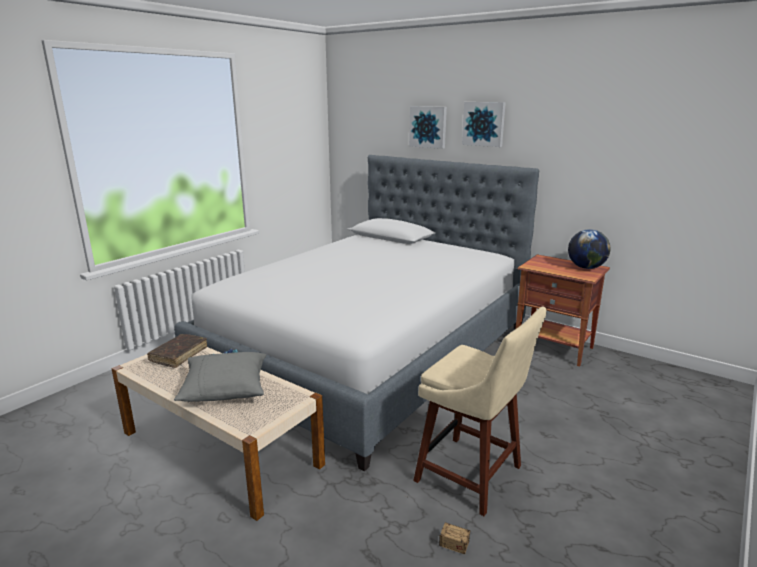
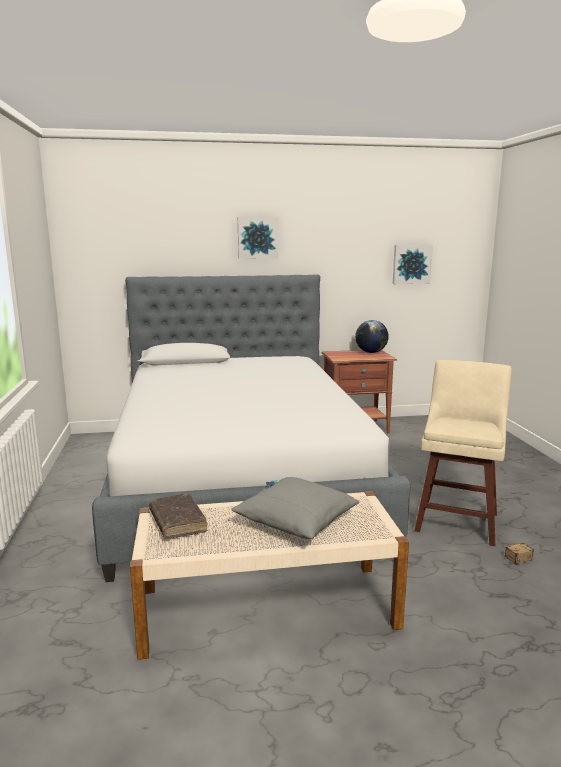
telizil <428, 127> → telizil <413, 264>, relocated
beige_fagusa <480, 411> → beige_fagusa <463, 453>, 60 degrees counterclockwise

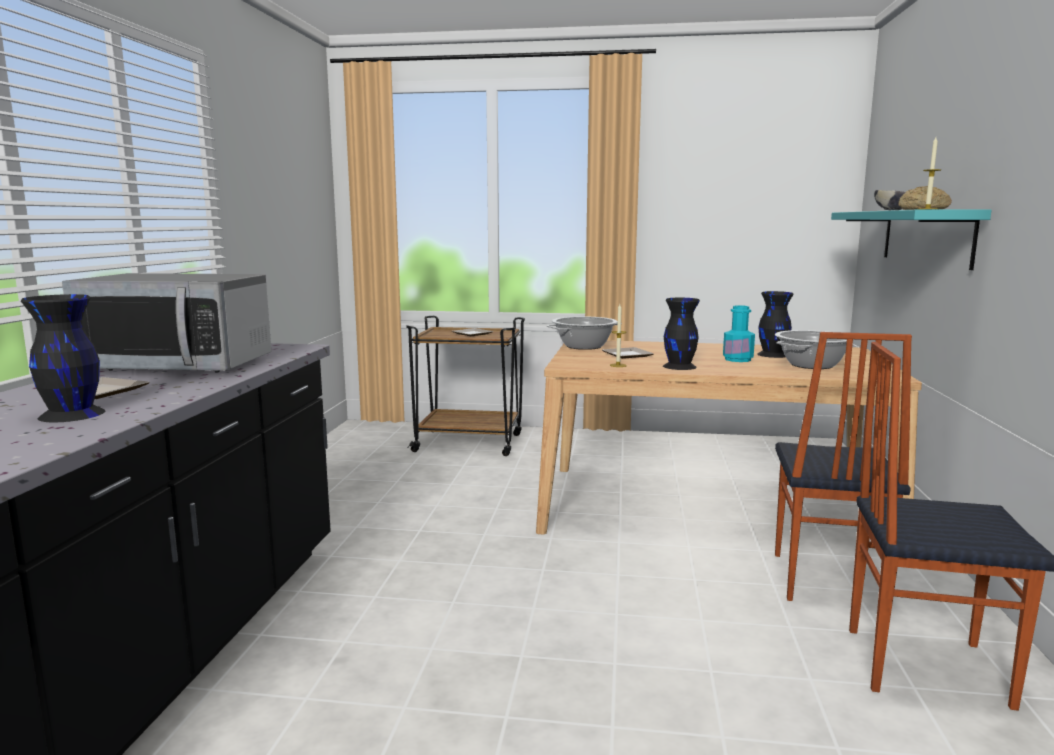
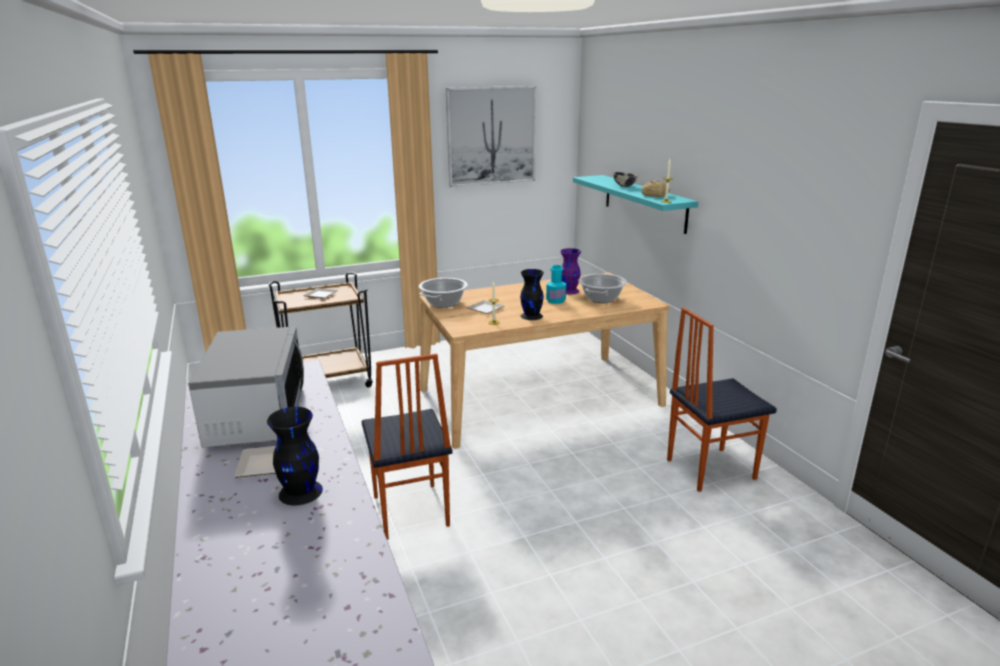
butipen <166, 322> → butipen <246, 387>, 75 degrees counterclockwise
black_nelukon <775, 324> → purple_nelukon <570, 271>
fagusa <843, 466> → fagusa <406, 447>, relocated
- → telizil <491, 136>

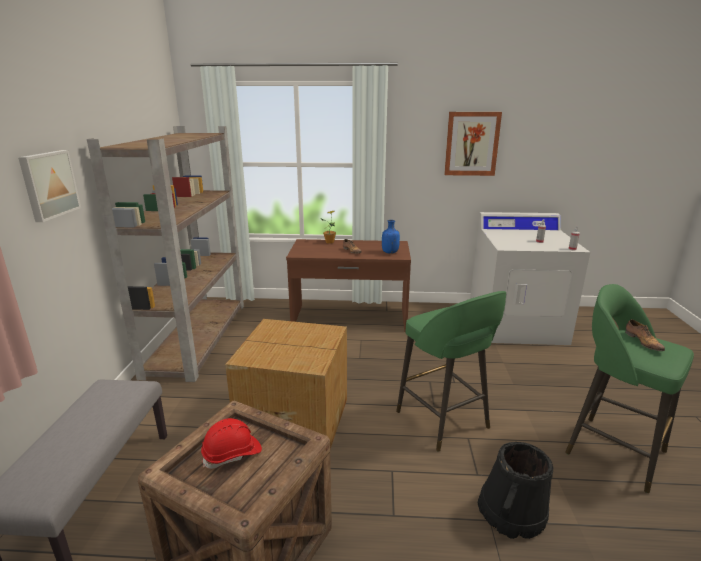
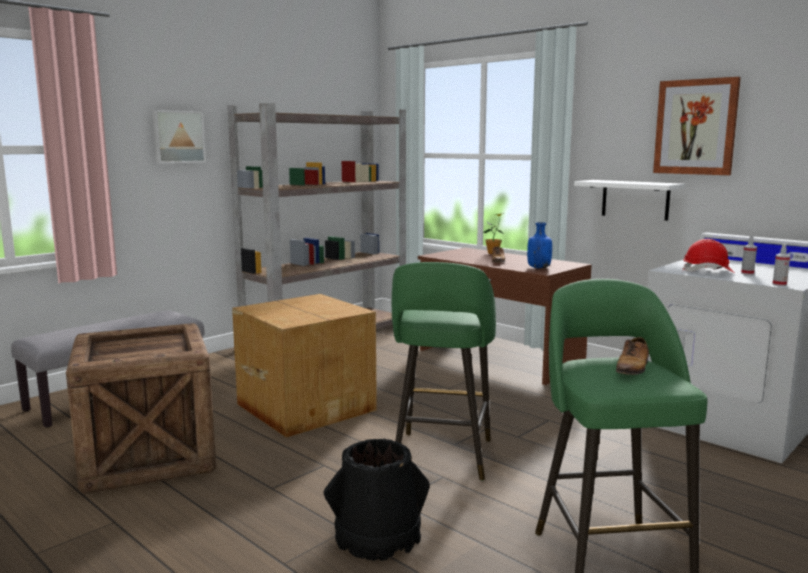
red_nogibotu <231, 443> → red_nogibotu <709, 256>, relocated
- → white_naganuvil <629, 200>

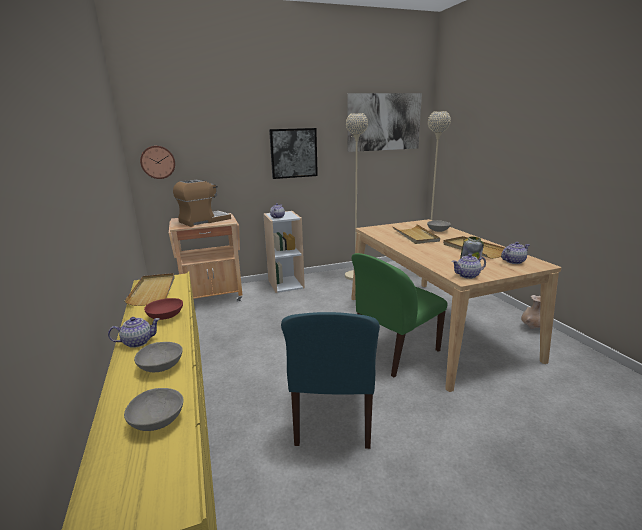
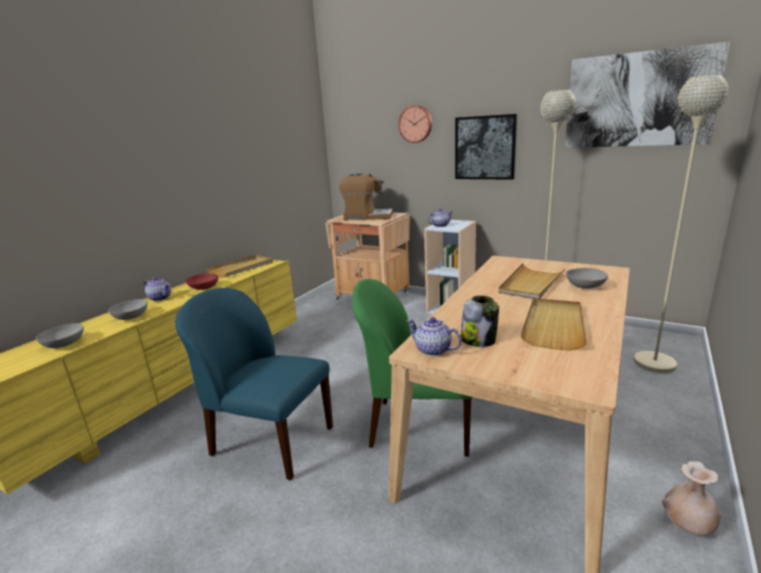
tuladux <157, 162> → tuladux <415, 124>, relocated
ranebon <515, 253> → -
blue_fagusa <330, 380> → blue_fagusa <254, 384>, 60 degrees clockwise

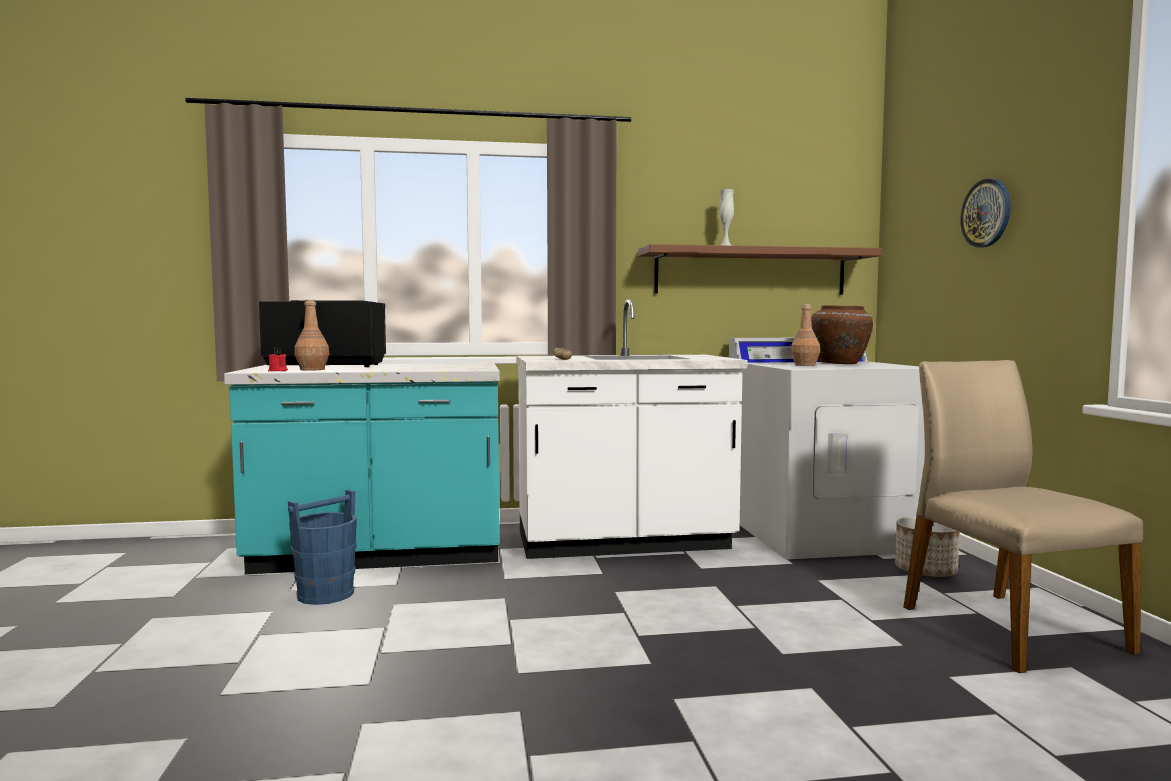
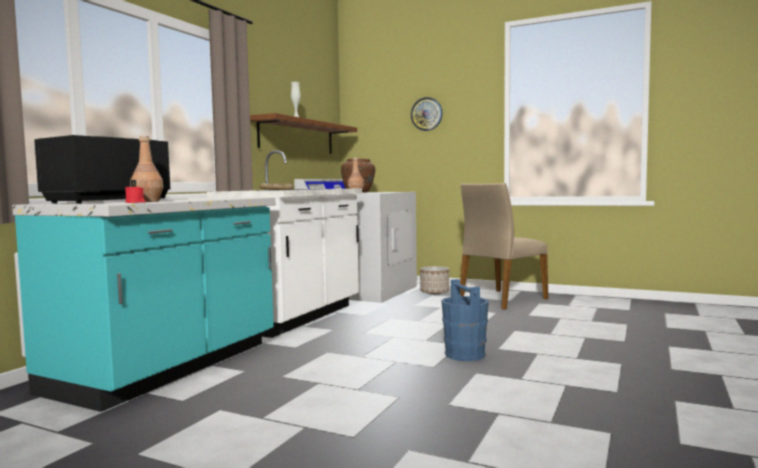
beige_fagusa <1023, 516> → beige_fagusa <504, 246>, 60 degrees counterclockwise
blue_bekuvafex <322, 547> → blue_bekuvafex <465, 320>, relocated

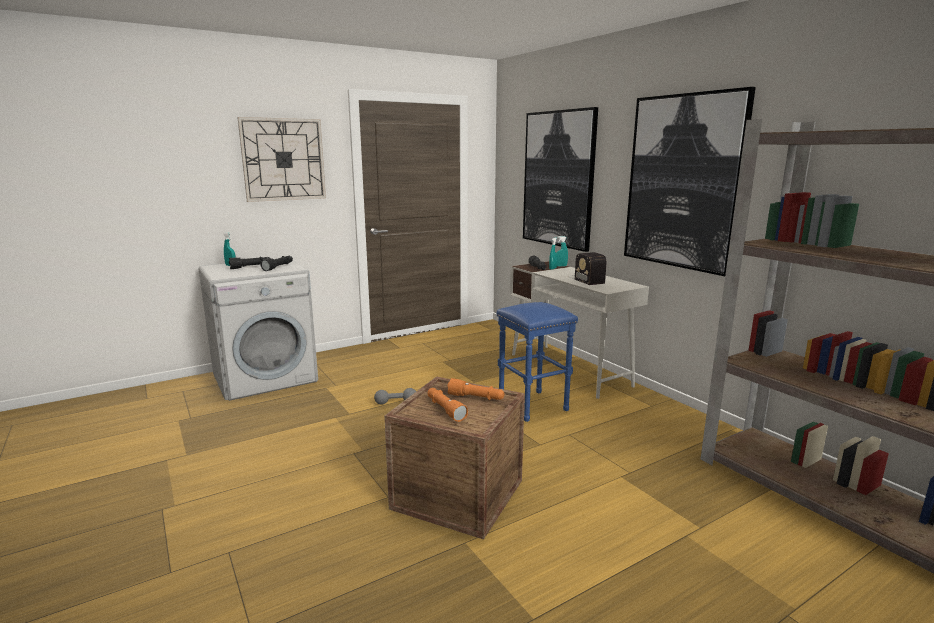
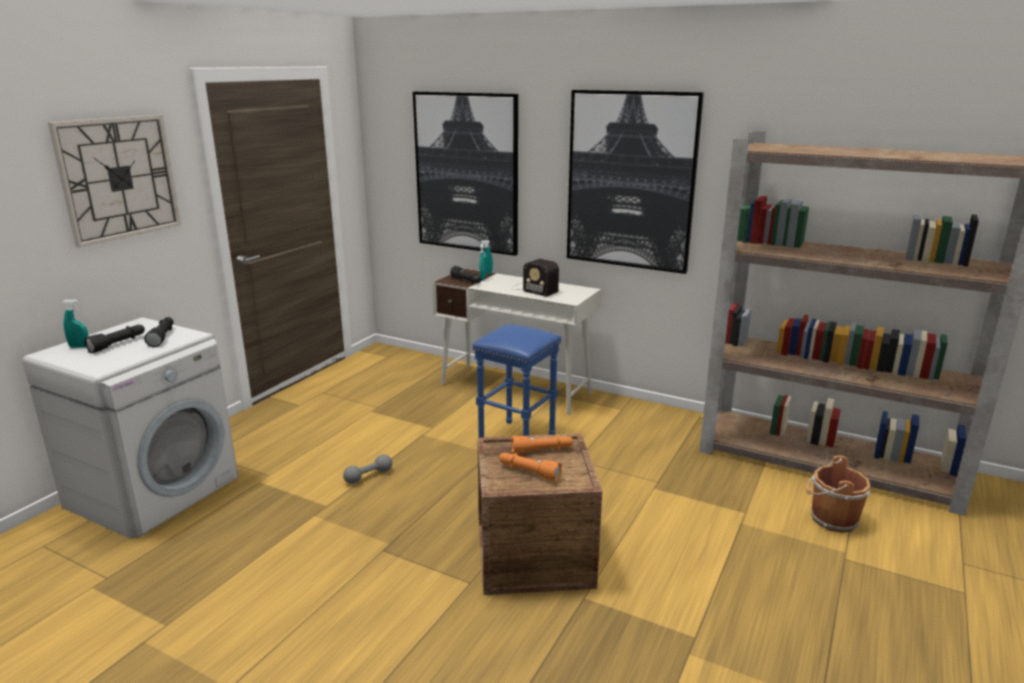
- → brown_bekuvafex <838, 494>

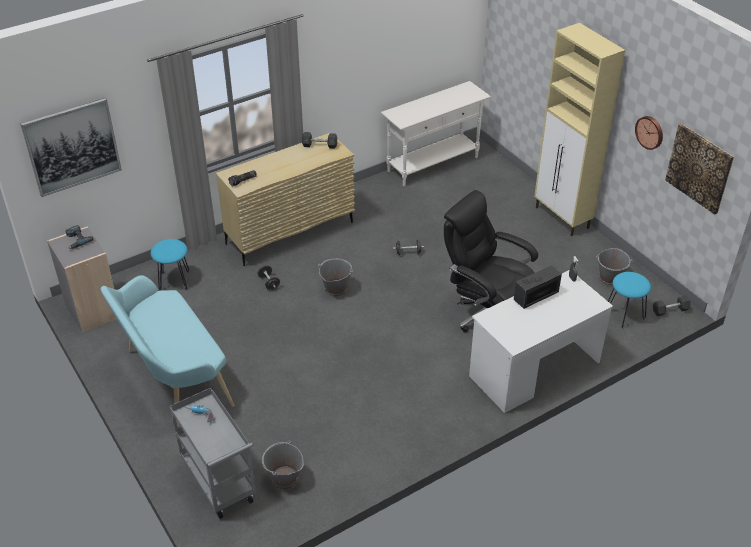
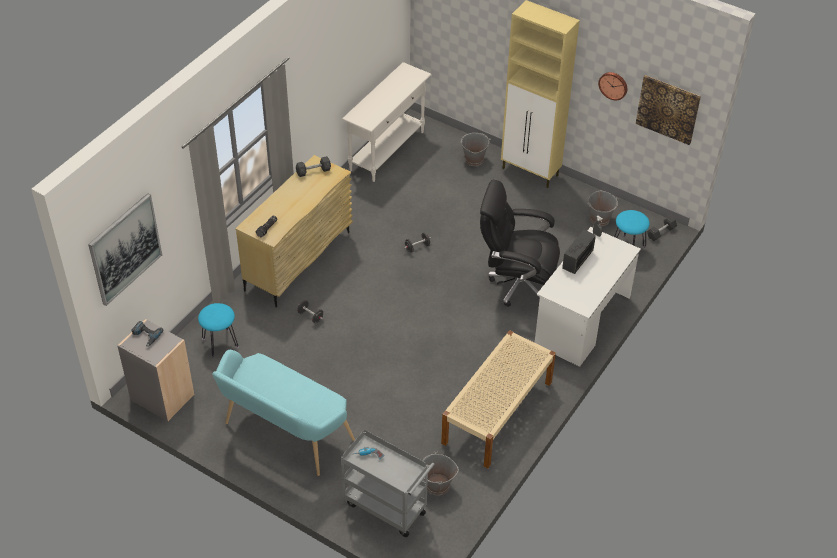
grey_bekuvafex <335, 278> → grey_bekuvafex <475, 149>, relocated
- → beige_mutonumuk <498, 399>

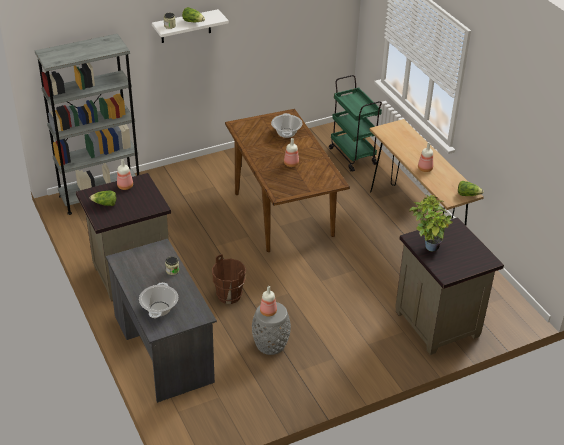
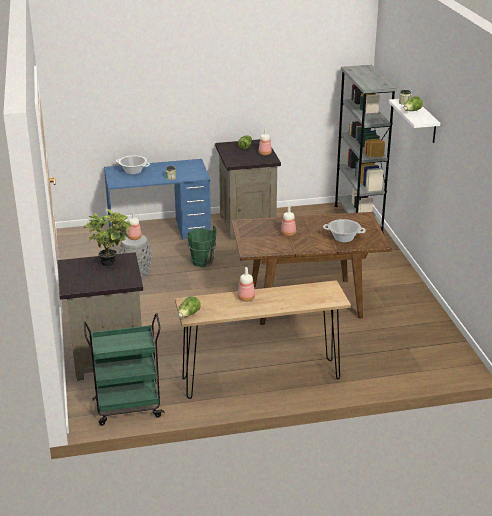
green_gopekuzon <355, 123> → green_gopekuzon <124, 369>, relocated
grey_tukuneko <161, 321> → blue_tukuneko <157, 203>
brown_bekuvafex <229, 279> → green_bekuvafex <202, 246>

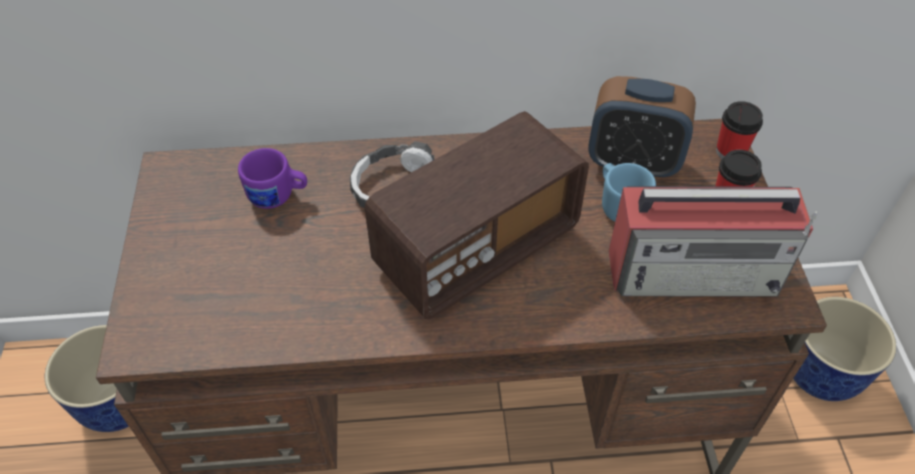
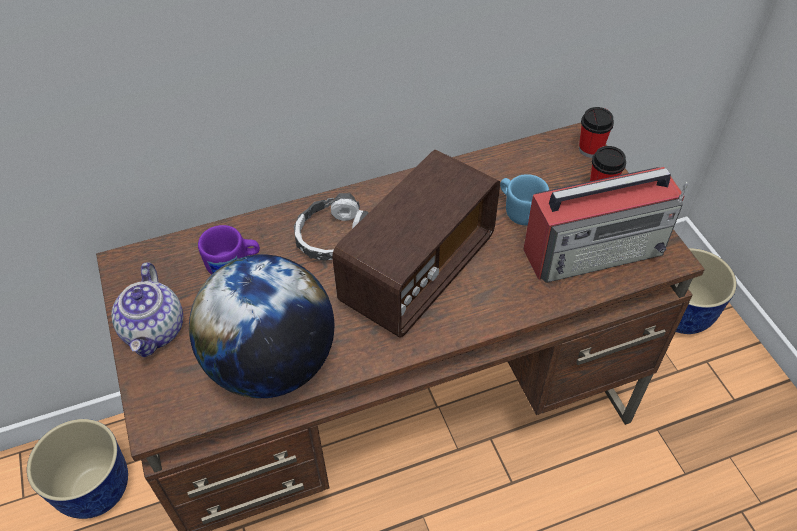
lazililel <642, 127> → -
- → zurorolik <261, 326>
- → ranebon <147, 309>

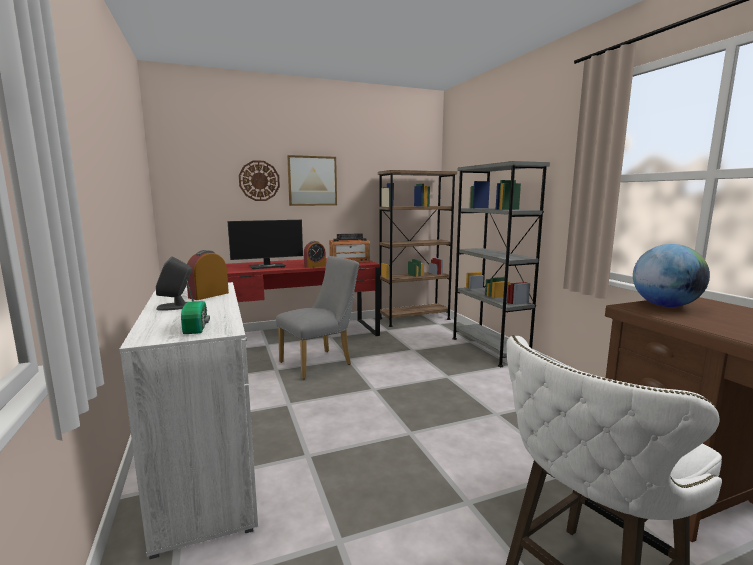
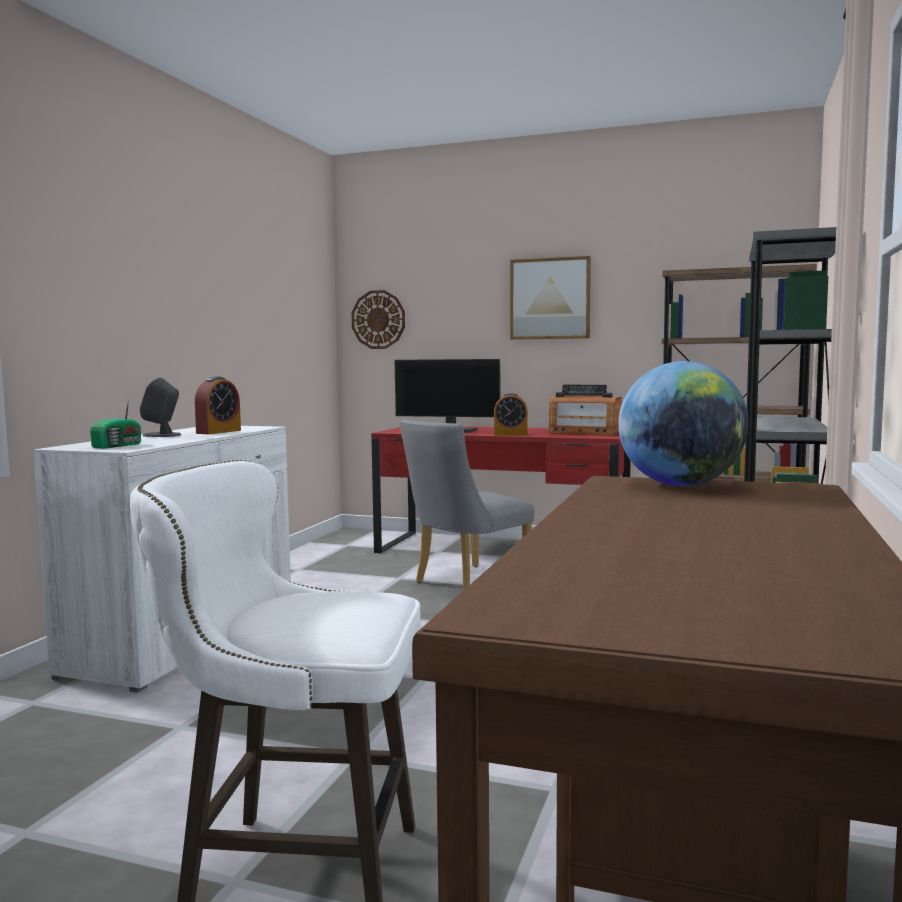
tuladux <259, 180> → tuladux <378, 319>, relocated
lazililel <208, 275> → lazililel <217, 405>, 135 degrees clockwise
grey_fagusa <317, 317> → grey_fagusa <466, 505>, 135 degrees clockwise

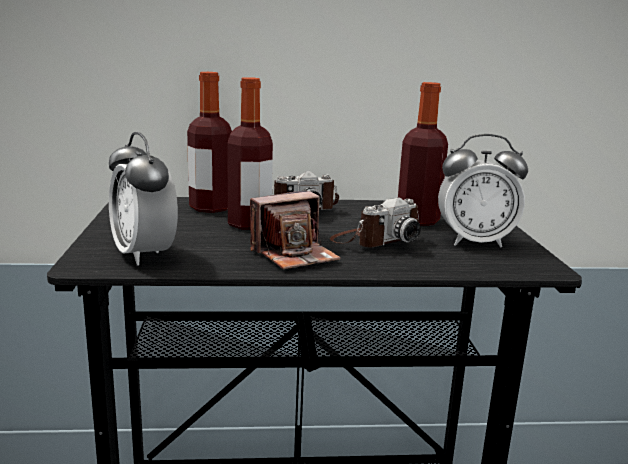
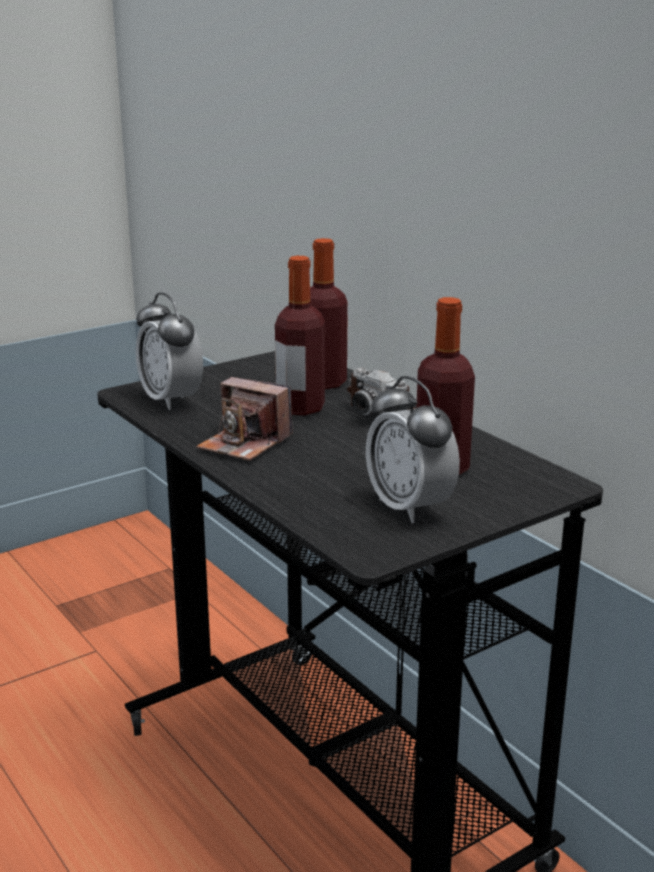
lazililel <143, 199> → lazililel <169, 351>, 60 degrees counterclockwise
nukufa <375, 222> → -

